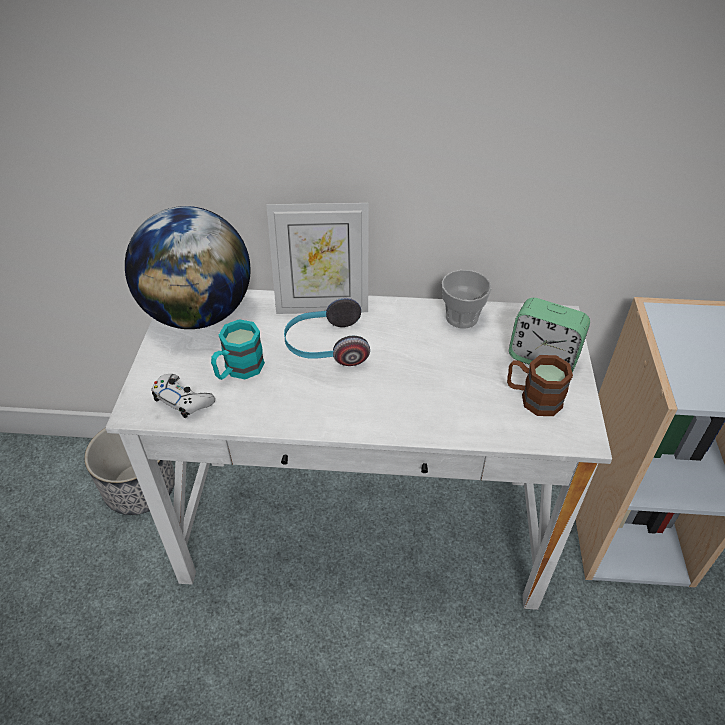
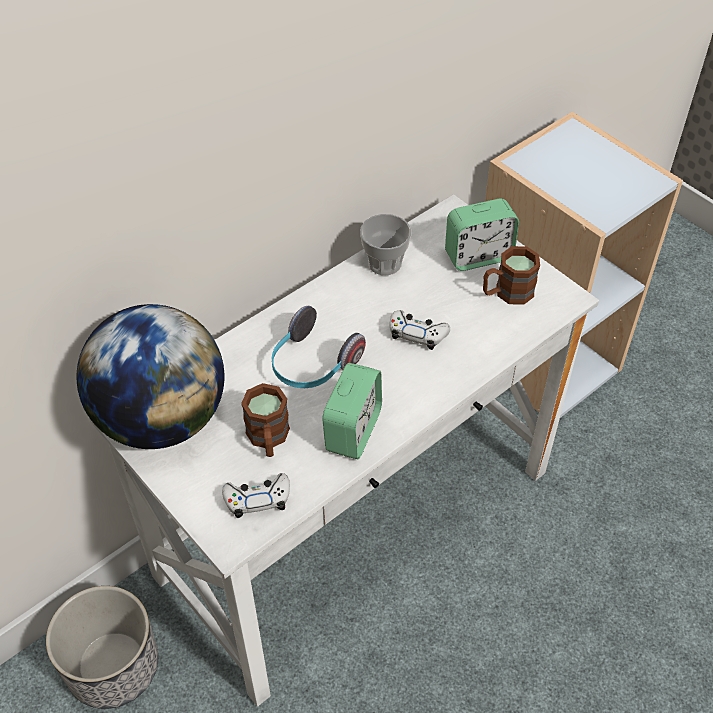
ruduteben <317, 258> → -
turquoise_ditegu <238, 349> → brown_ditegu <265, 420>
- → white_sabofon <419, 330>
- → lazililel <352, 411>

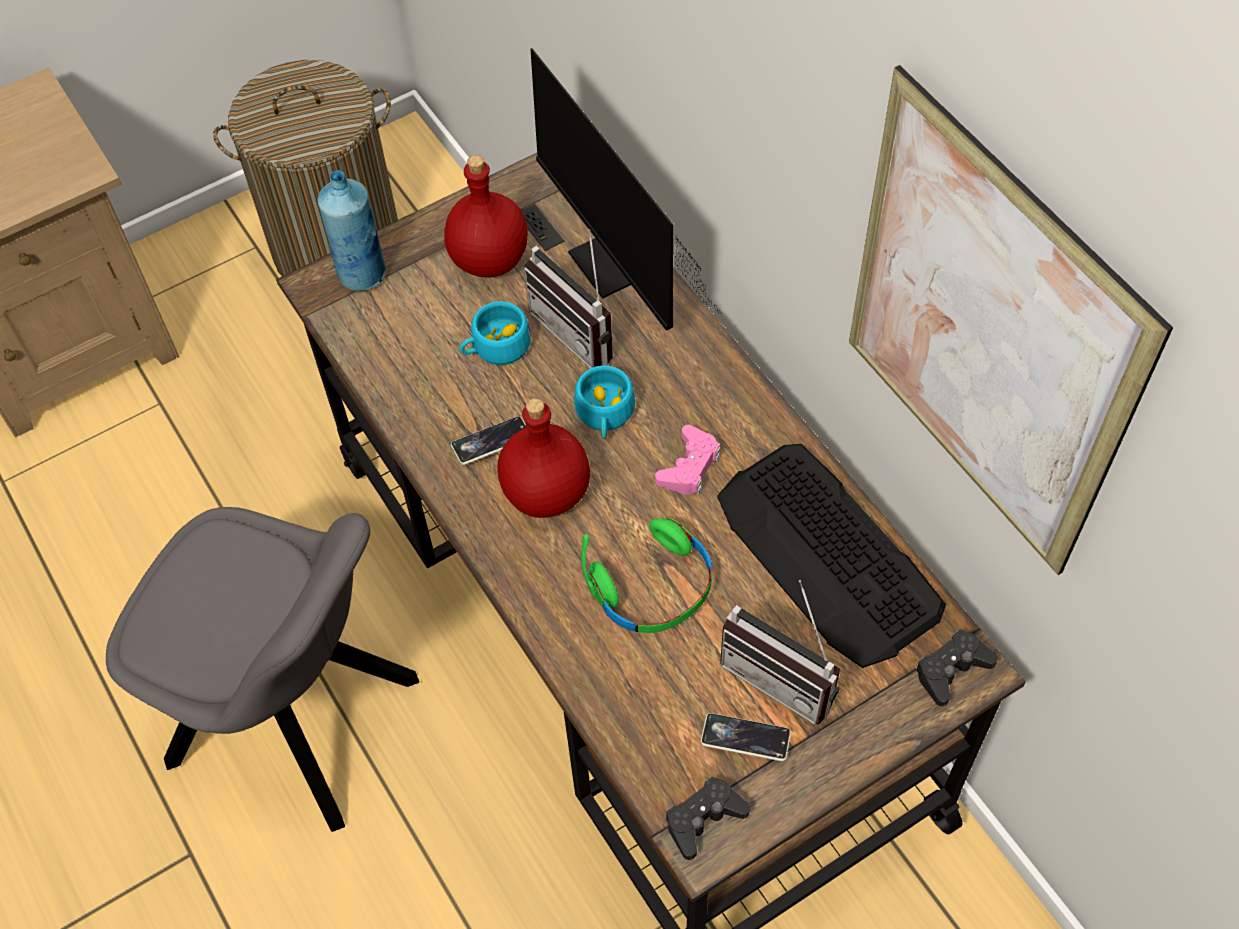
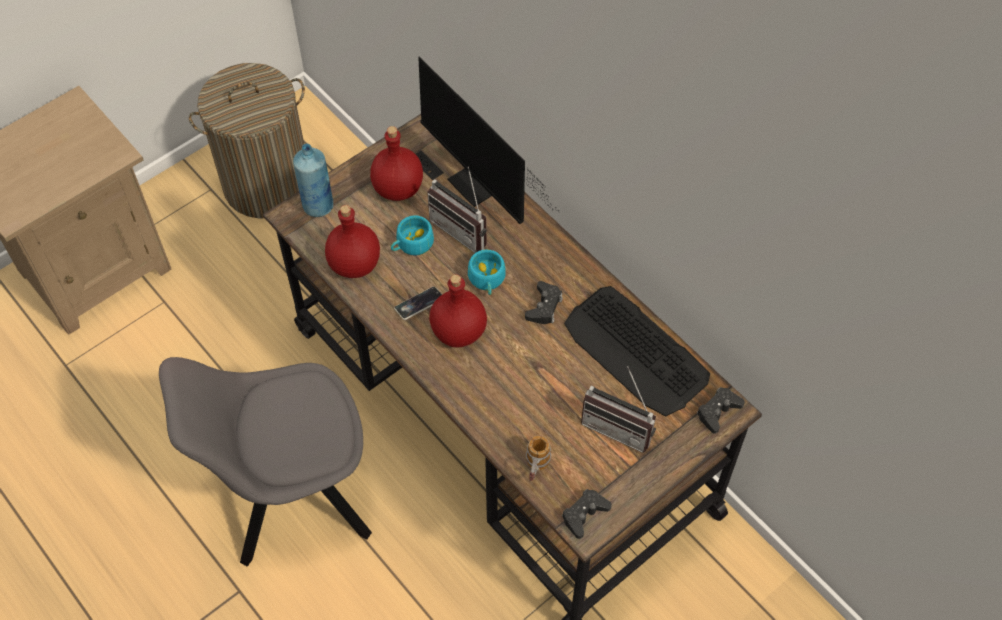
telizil <1011, 320> → -
pink_sabofon <688, 460> → black_sabofon <544, 302>
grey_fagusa <262, 669> → grey_fagusa <265, 461>, 150 degrees clockwise
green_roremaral <646, 575> → -
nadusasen <746, 737> → -
- → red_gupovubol <352, 241>
- → ditegu <538, 458>

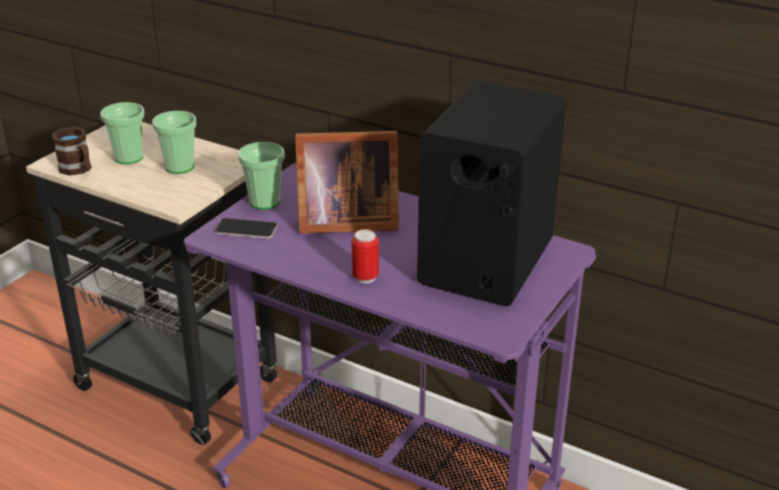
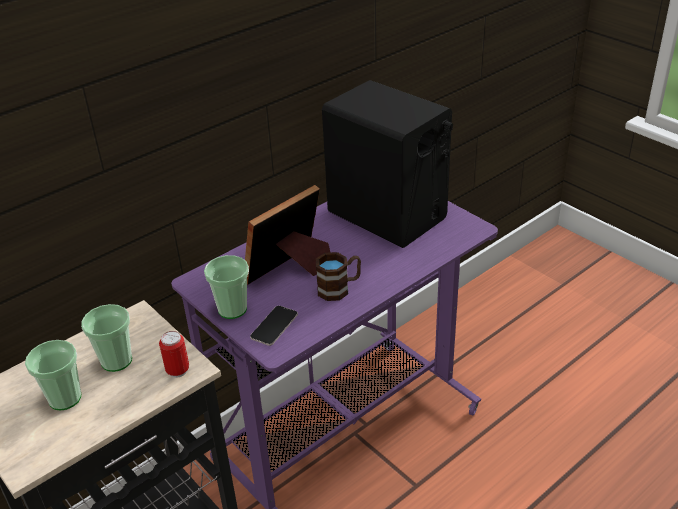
brown_ditegu <72, 151> → brown_ditegu <338, 276>, relocated
ruduteben <347, 182> → ruduteben <287, 235>, 150 degrees counterclockwise
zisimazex <365, 256> → zisimazex <174, 354>, relocated

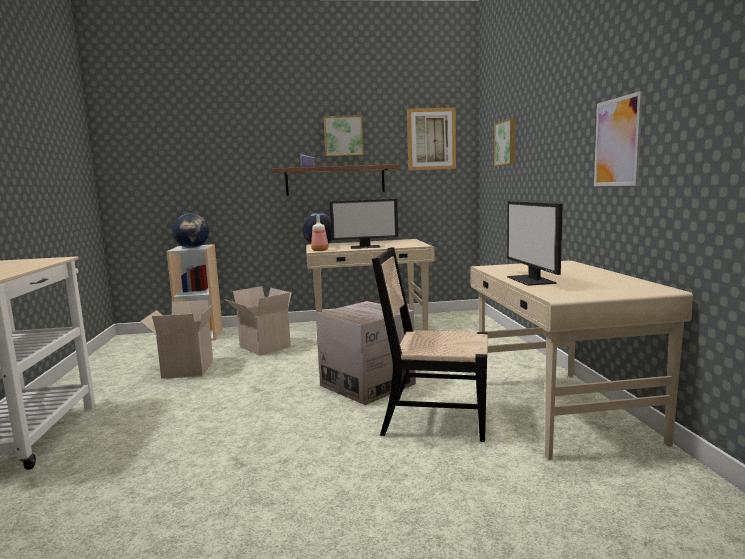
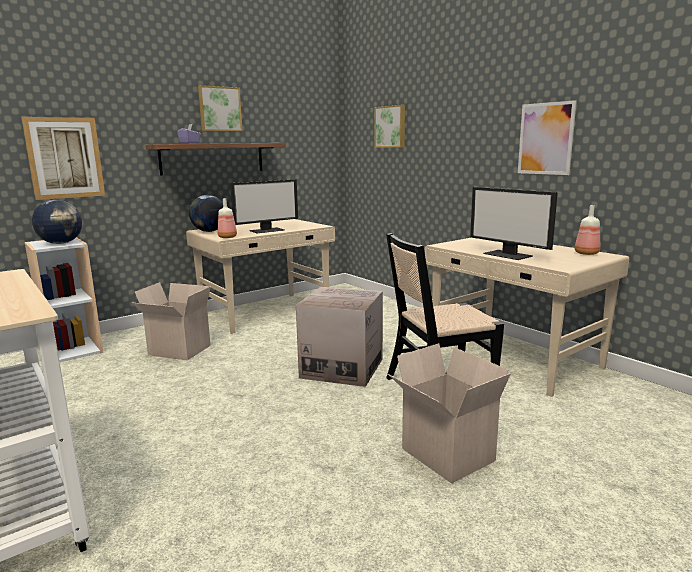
telizil <431, 139> → telizil <63, 158>, relocated
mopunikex <177, 339> → mopunikex <449, 413>, relocated
- → gupovubol <587, 230>

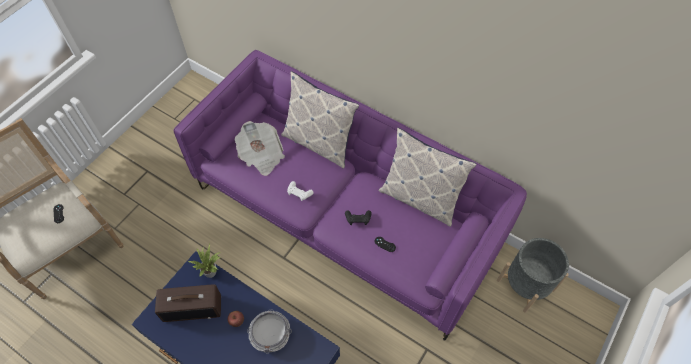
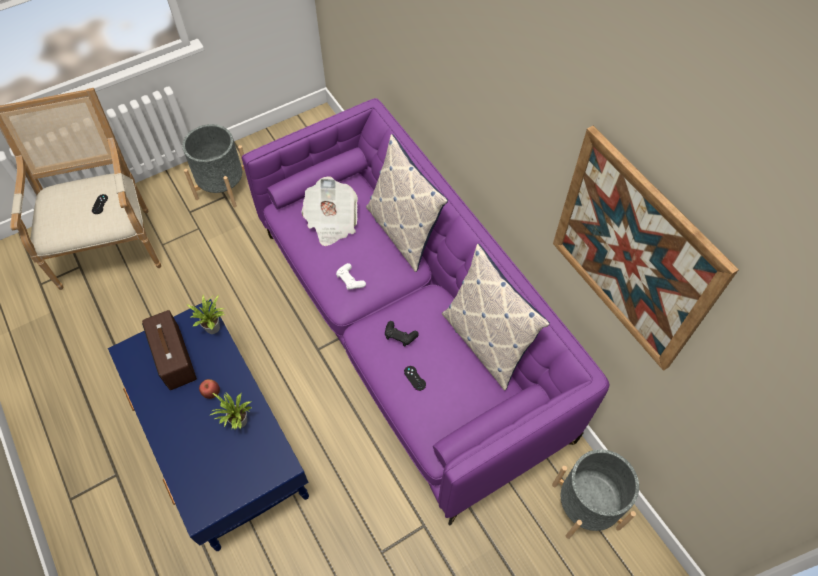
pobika <188, 303> → pobika <169, 350>, 45 degrees clockwise
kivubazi <269, 332> → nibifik <230, 412>
- → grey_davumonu <213, 165>
- → telizil <646, 248>

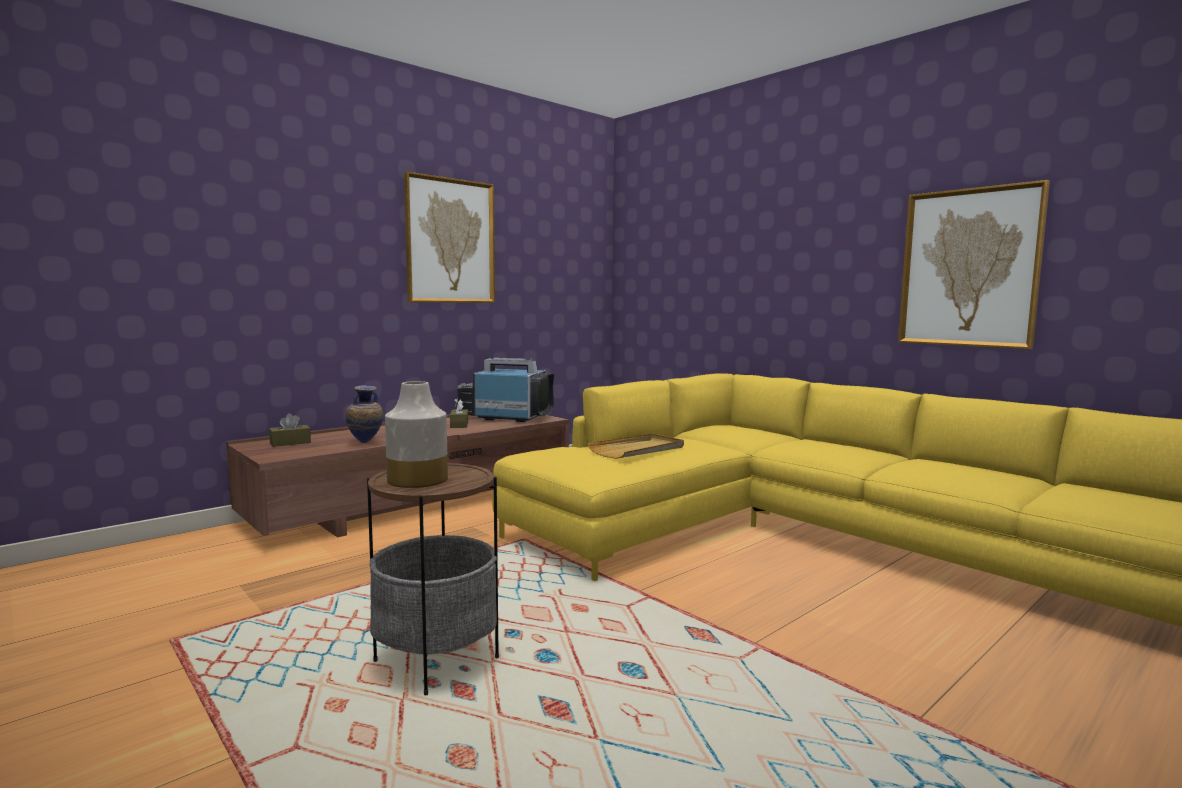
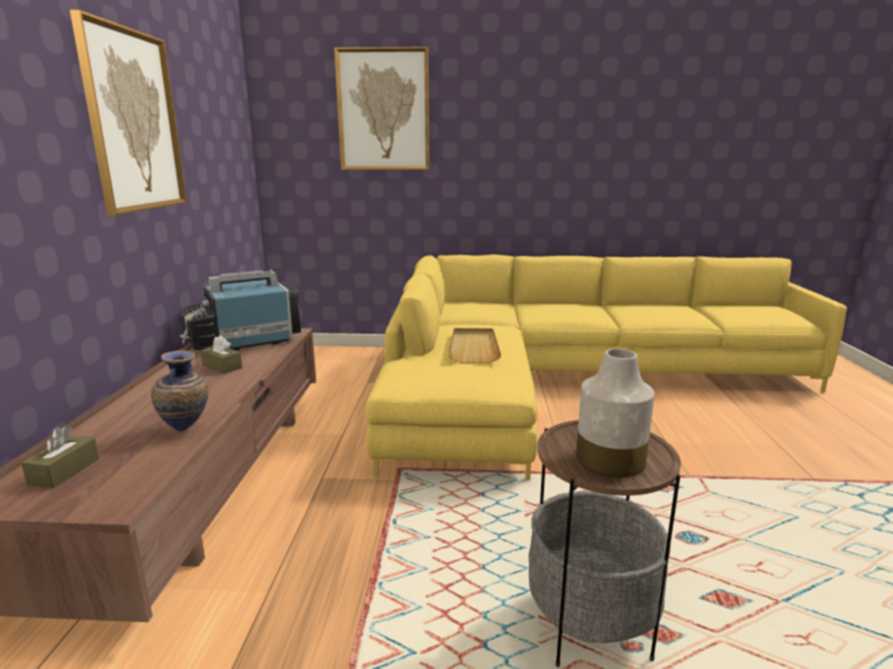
telizil <974, 264> → telizil <382, 108>, relocated

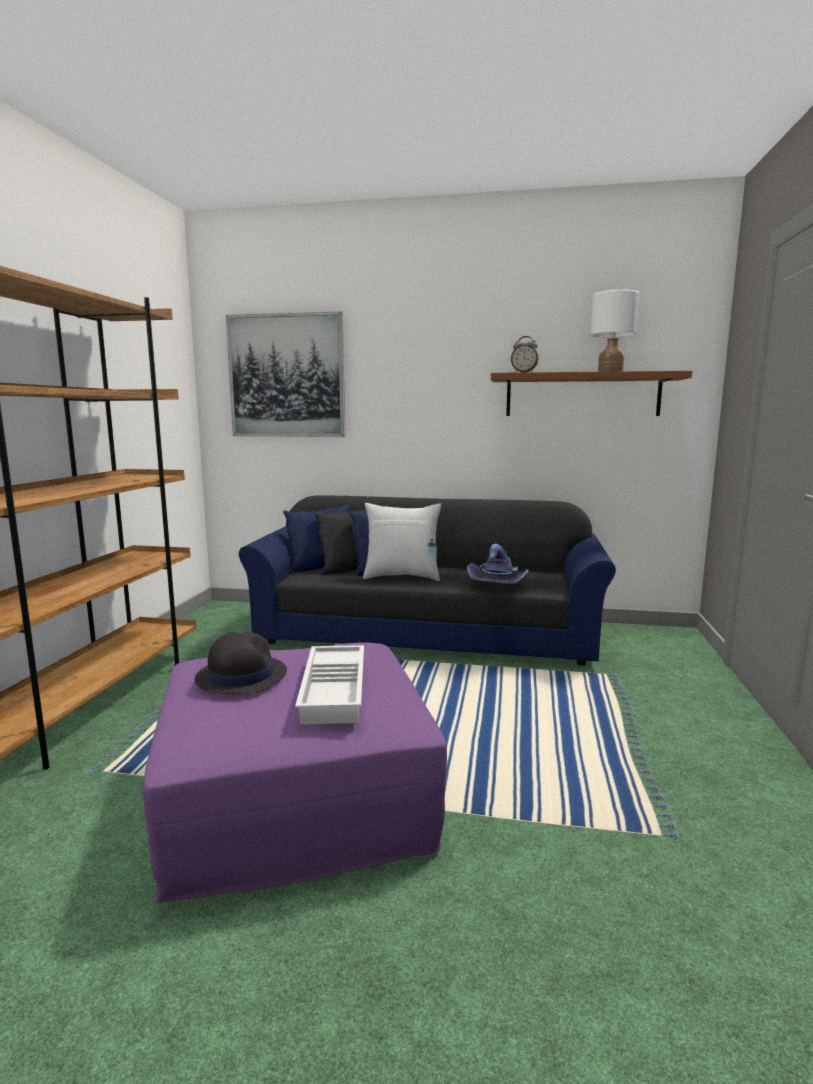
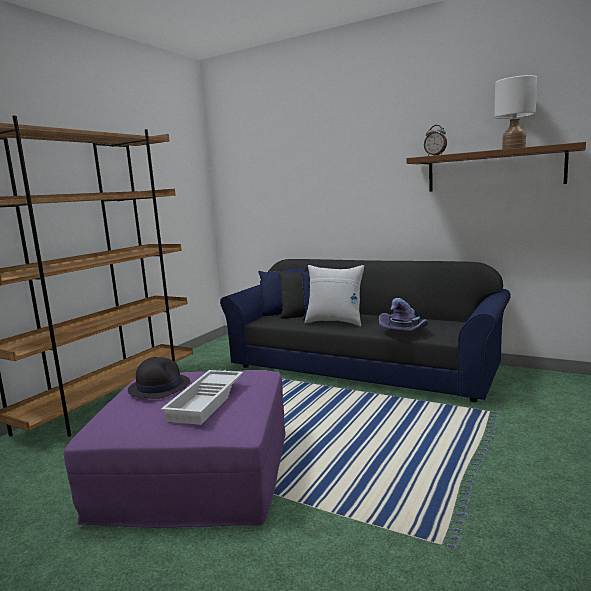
telizil <285, 374> → -

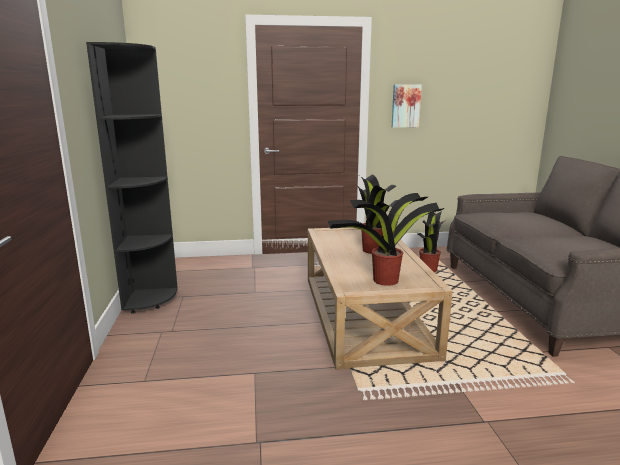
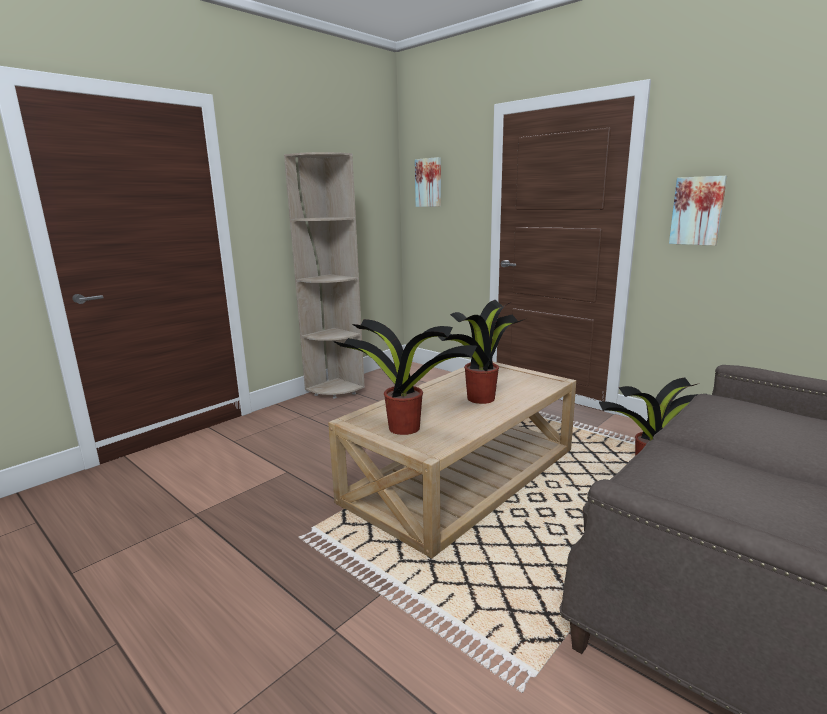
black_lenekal <132, 178> → beige_lenekal <324, 275>
- → telizil <428, 182>

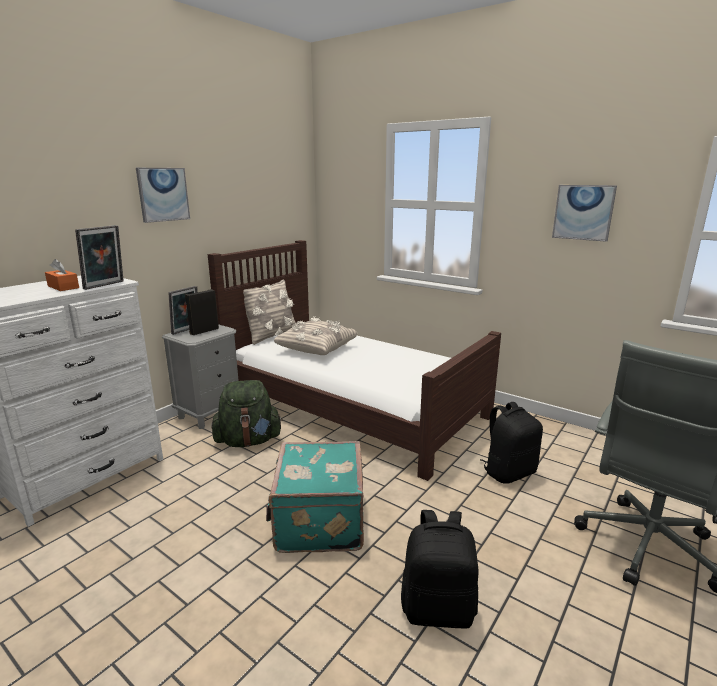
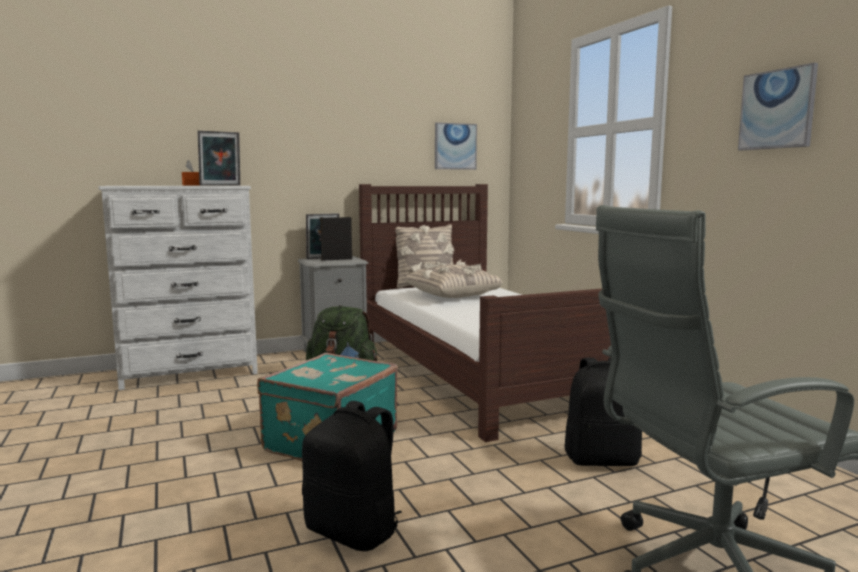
telizil <163, 195> → telizil <456, 146>, relocated

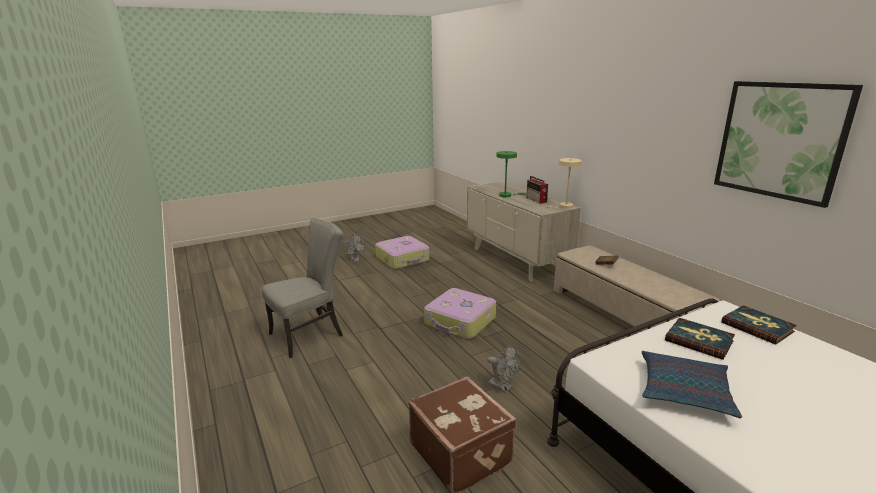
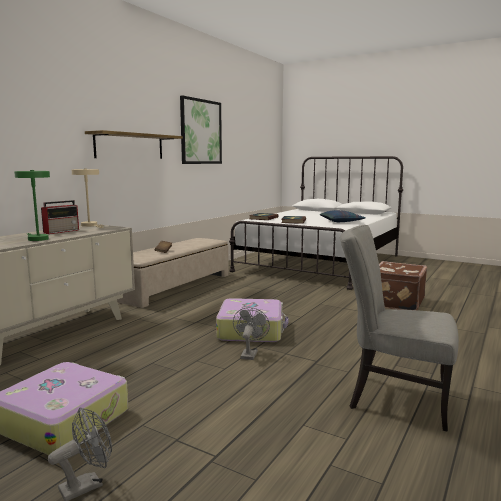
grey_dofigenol <504, 369> → grey_dofigenol <251, 333>, relocated
- → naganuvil <134, 144>

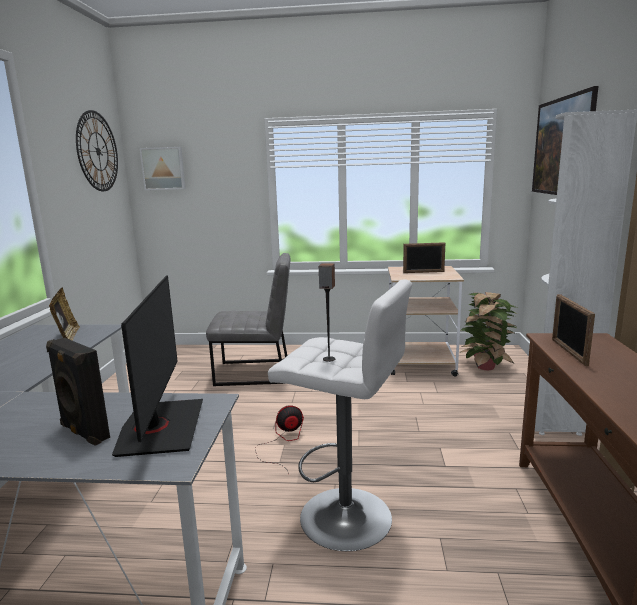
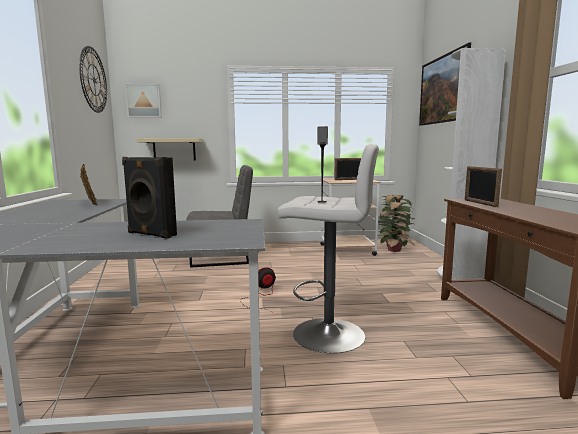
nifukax <157, 366> → -
- → beige_naganuvil <169, 149>

